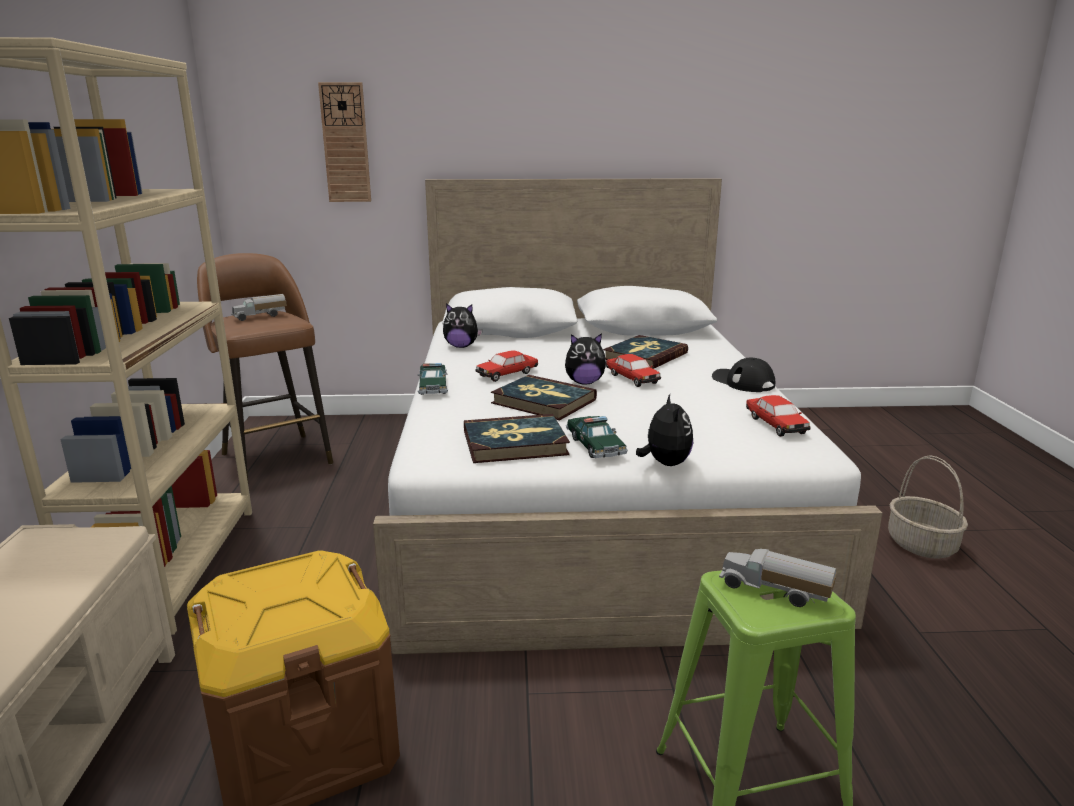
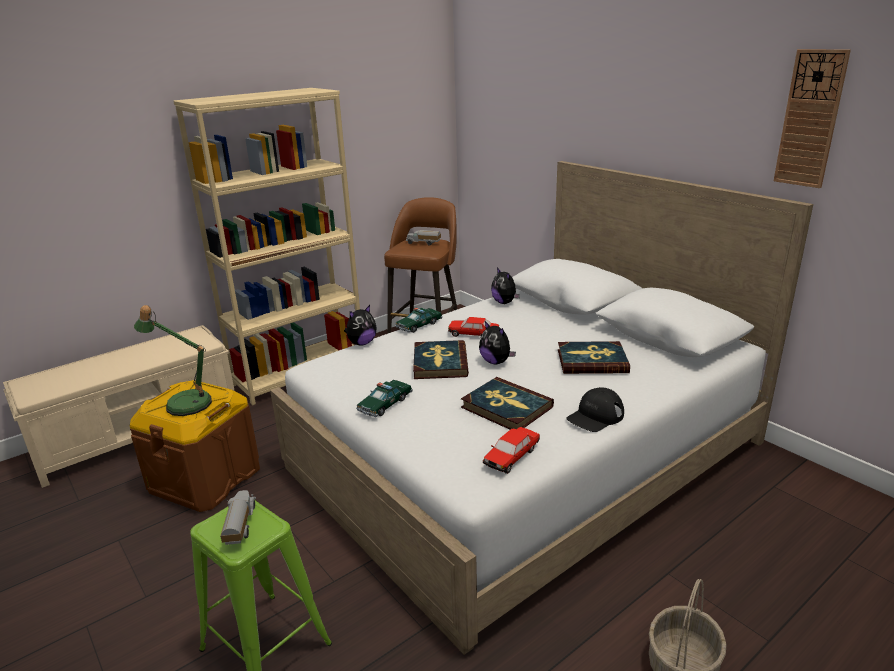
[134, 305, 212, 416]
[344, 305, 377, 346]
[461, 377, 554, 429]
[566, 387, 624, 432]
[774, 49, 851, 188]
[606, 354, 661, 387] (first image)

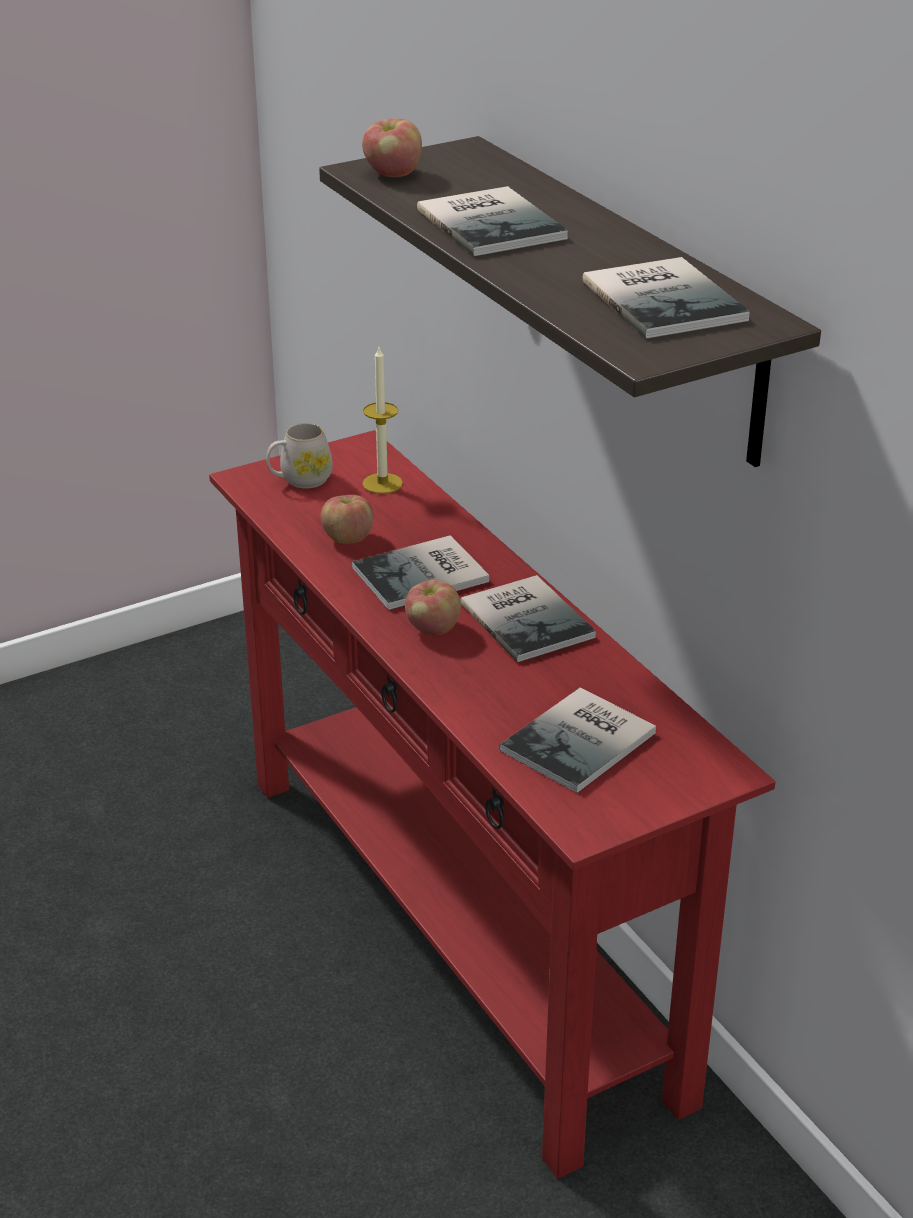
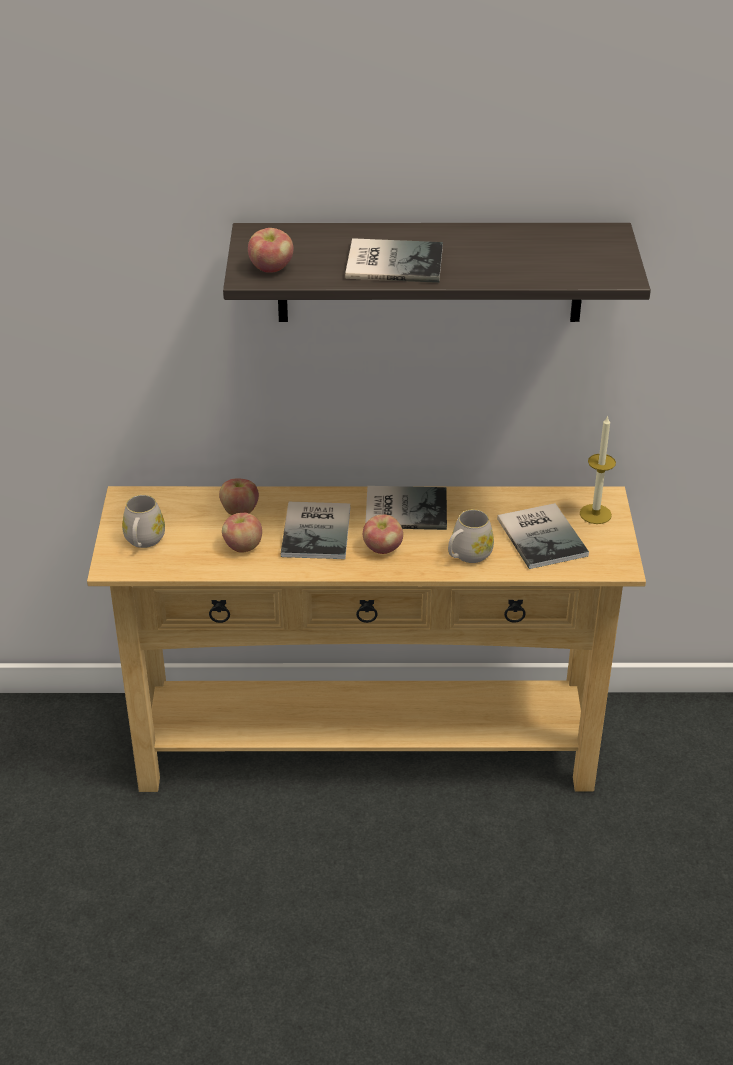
[87, 486, 646, 792]
[219, 478, 259, 515]
[448, 509, 494, 563]
[580, 415, 616, 524]
[582, 257, 750, 339] (first image)

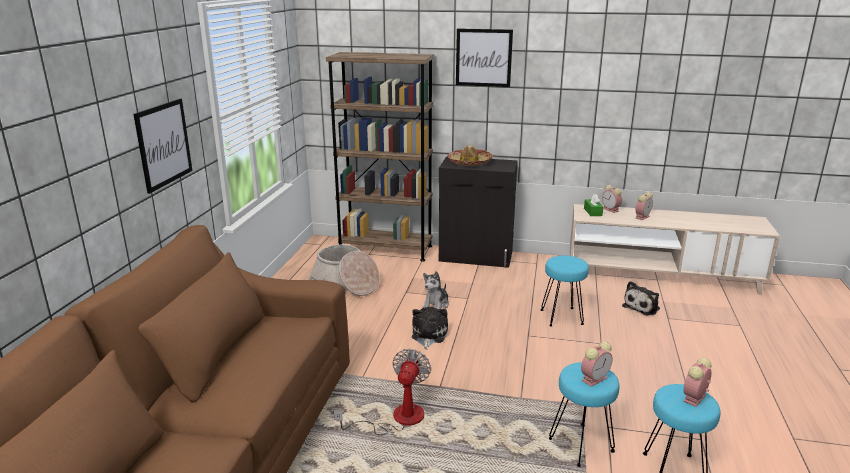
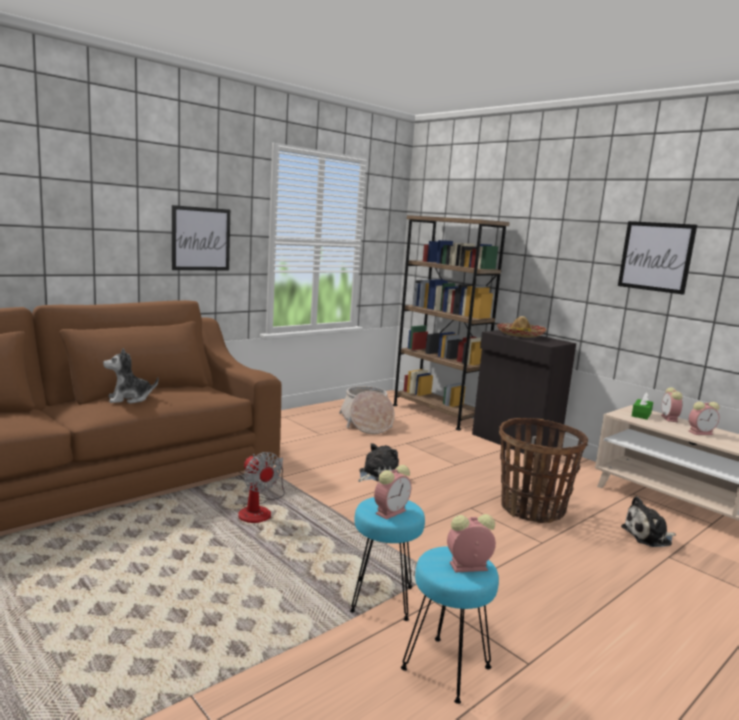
[103, 348, 159, 404]
[238, 452, 285, 523]
[374, 465, 411, 520]
[499, 418, 588, 523]
[618, 221, 697, 295]

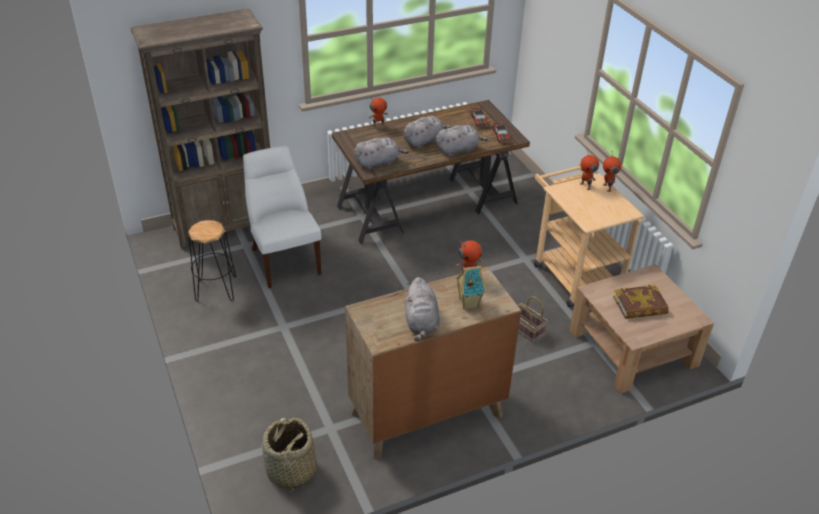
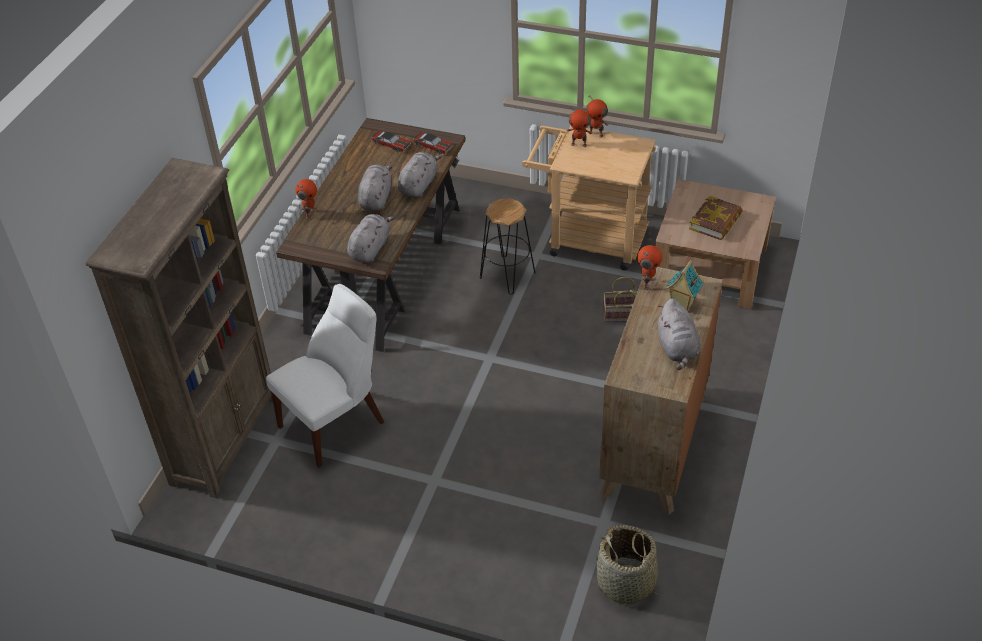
[266, 284, 384, 468]
[480, 199, 536, 295]
[658, 298, 700, 370]

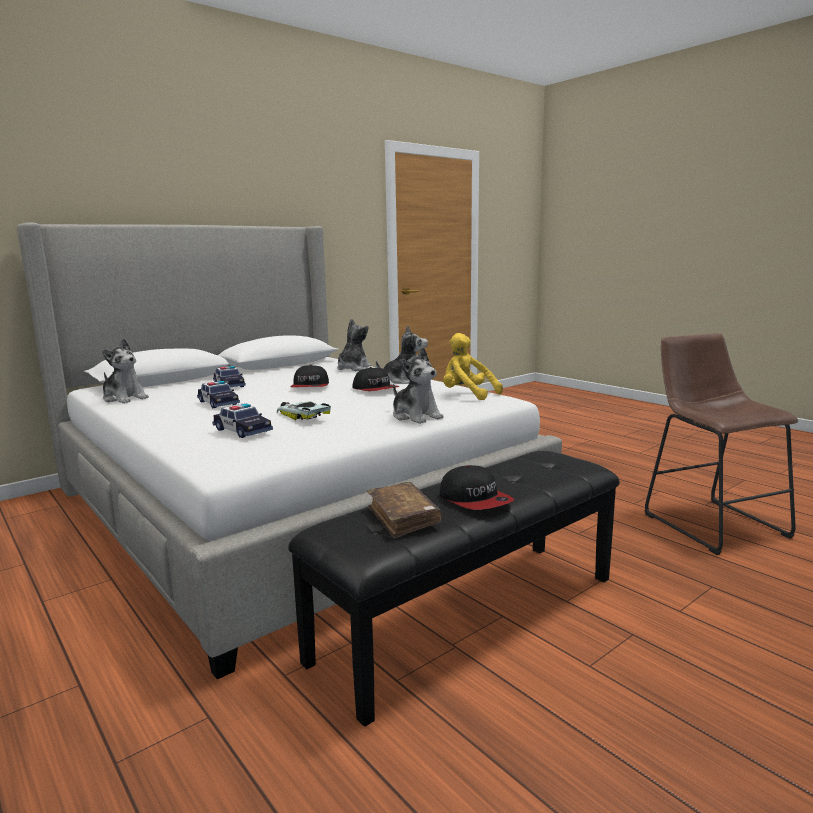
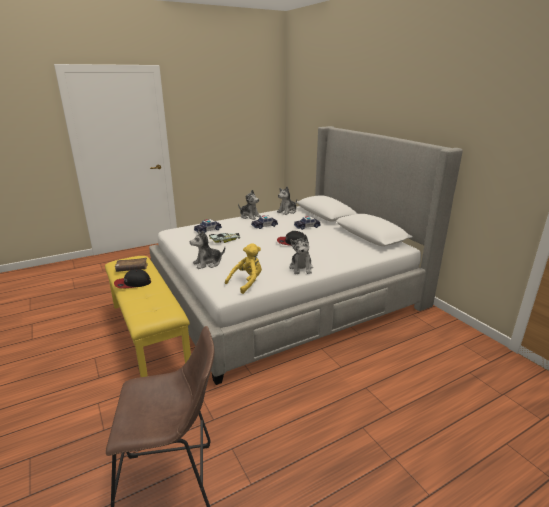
[105, 256, 191, 377]
[238, 190, 261, 220]
[352, 367, 400, 391] (first image)

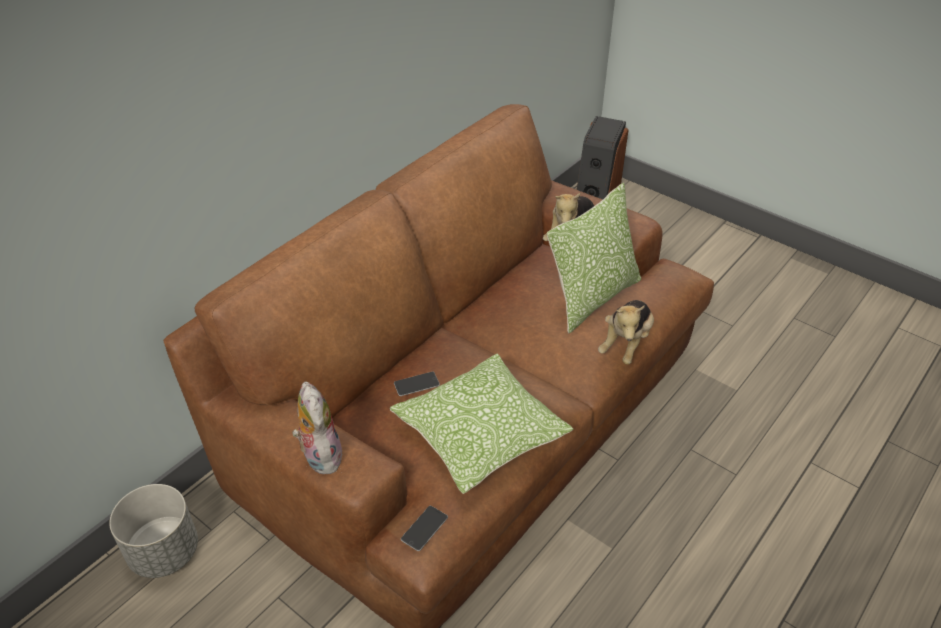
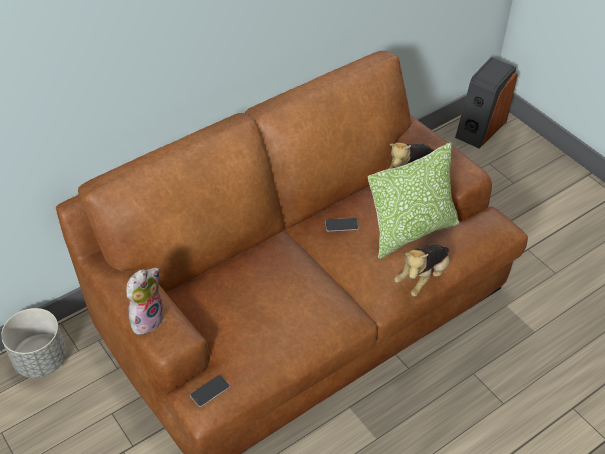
[126, 268, 165, 335]
[325, 218, 359, 231]
[390, 354, 573, 494] (first image)

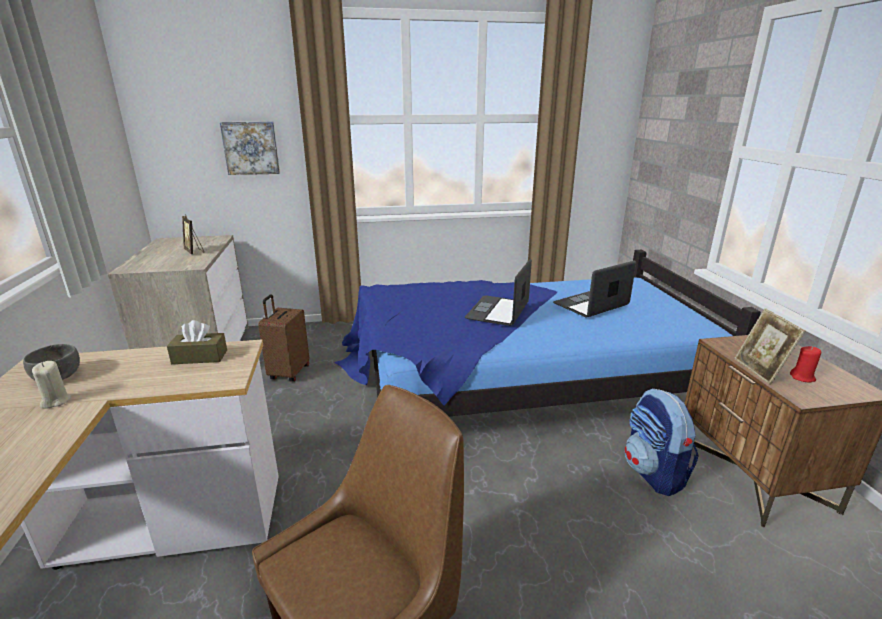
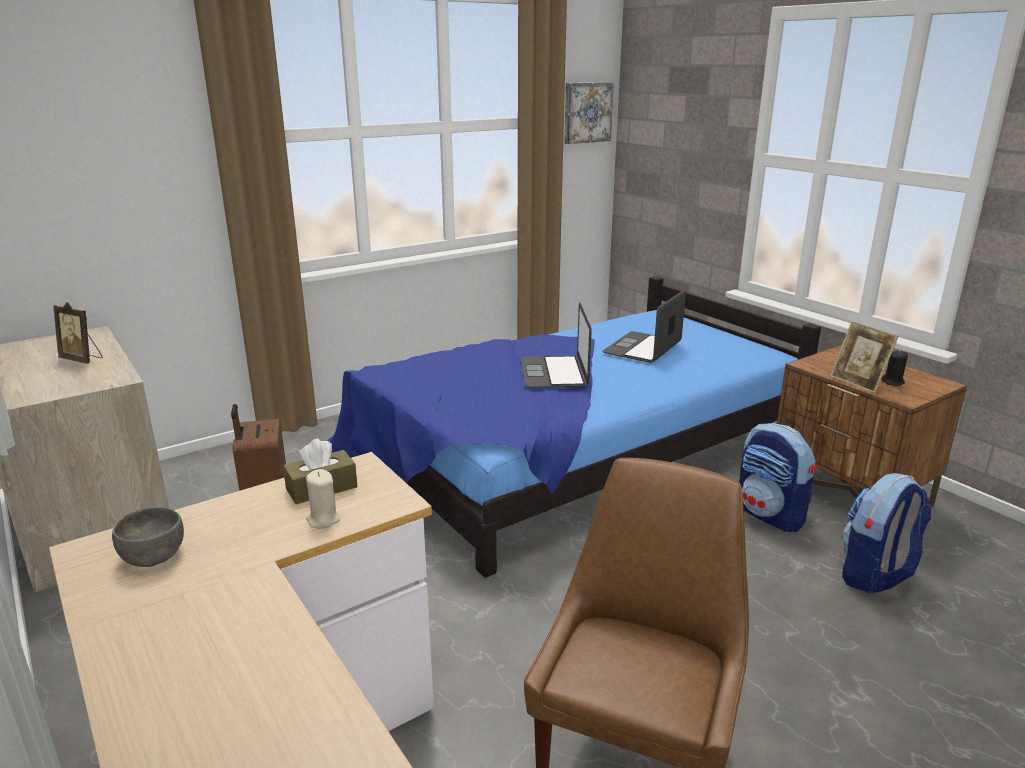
[306, 469, 340, 529]
[564, 82, 614, 144]
[841, 473, 932, 593]
[882, 351, 908, 386]

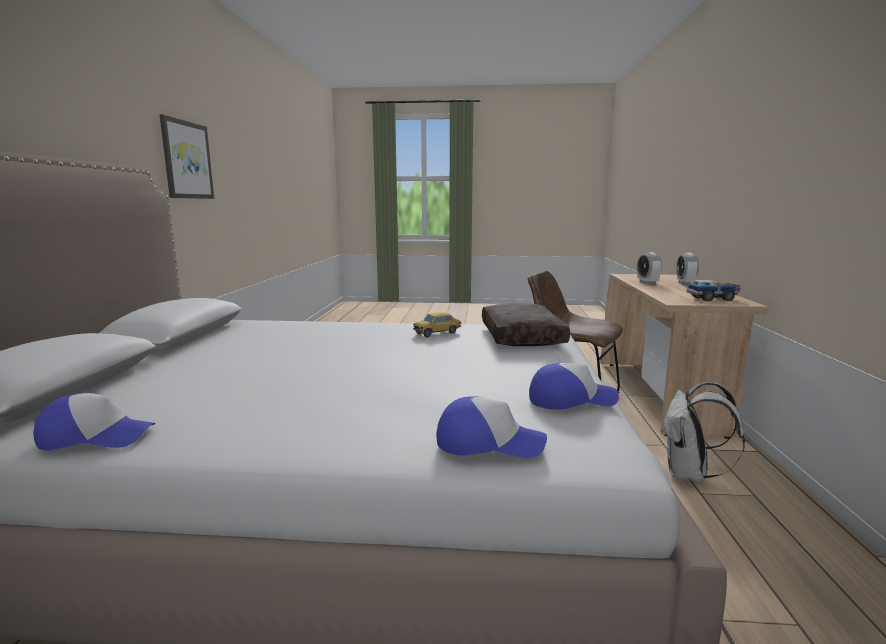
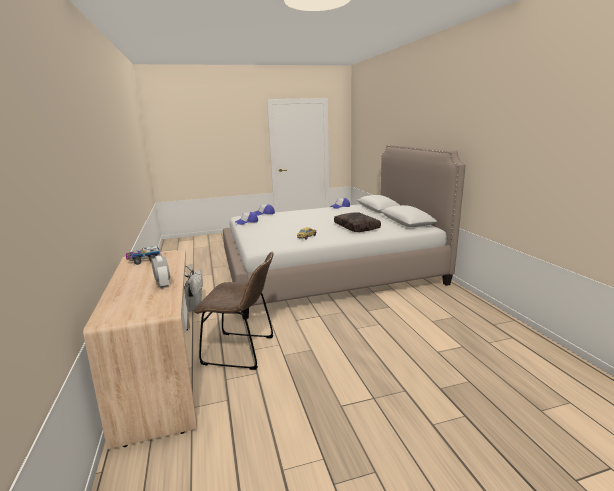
[334, 213, 381, 232]
[160, 114, 214, 199] (first image)
[676, 253, 699, 285] (first image)

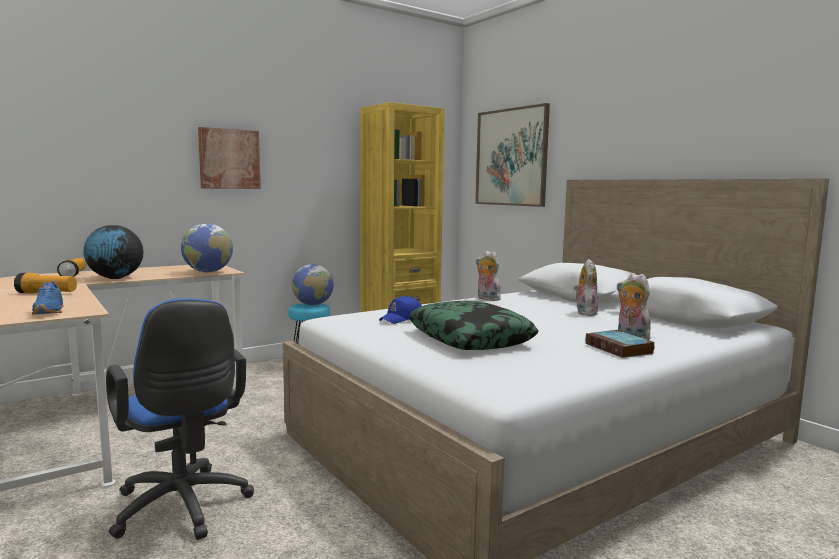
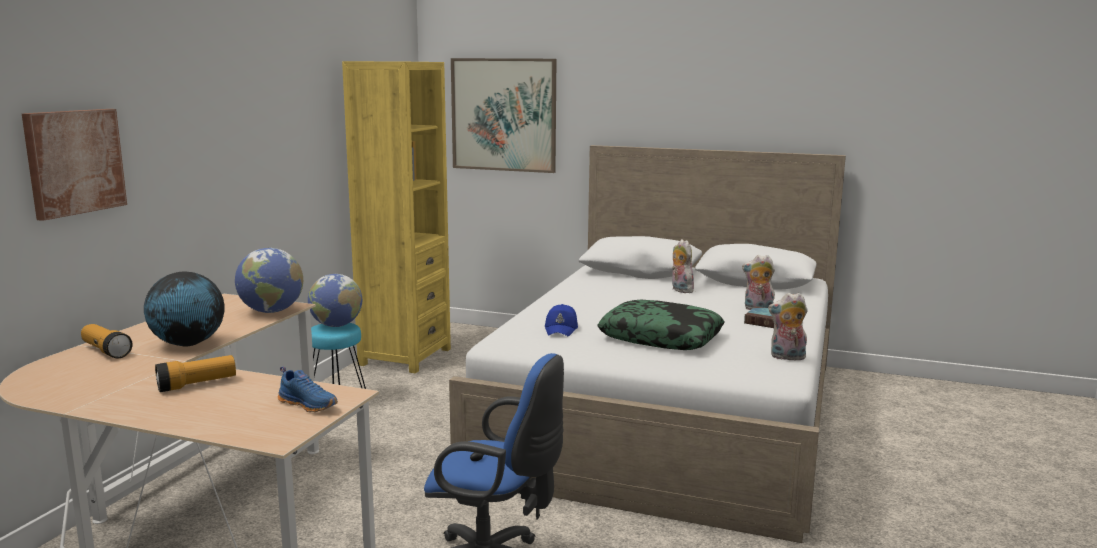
[22, 109, 127, 221]
[768, 293, 808, 360]

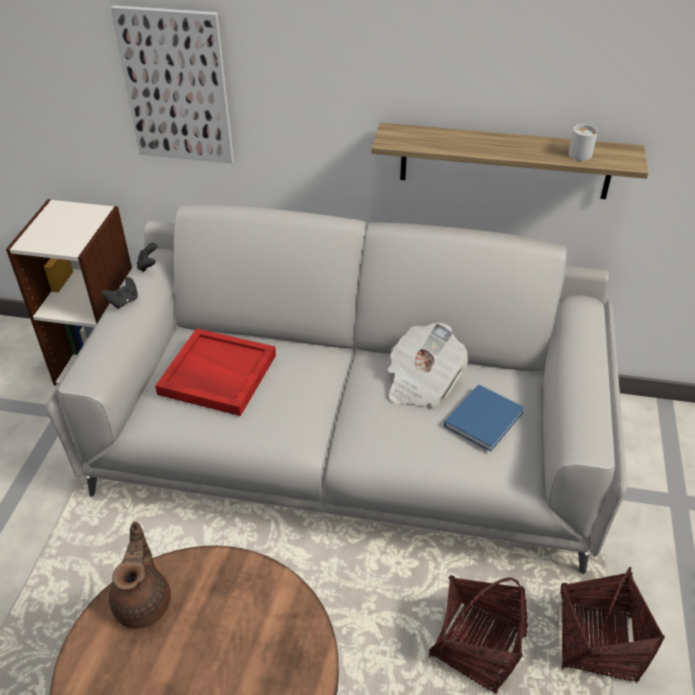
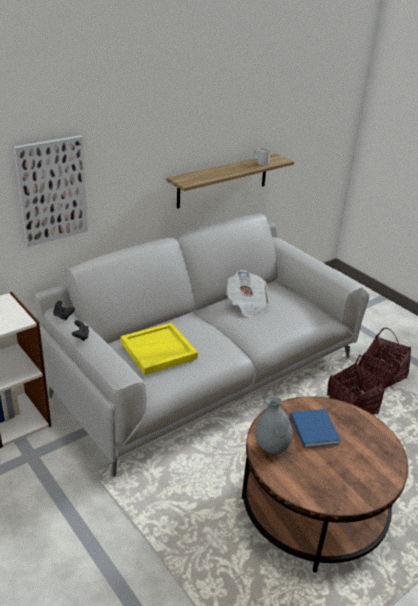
[121, 322, 198, 375]
[255, 397, 293, 454]
[291, 409, 341, 448]

